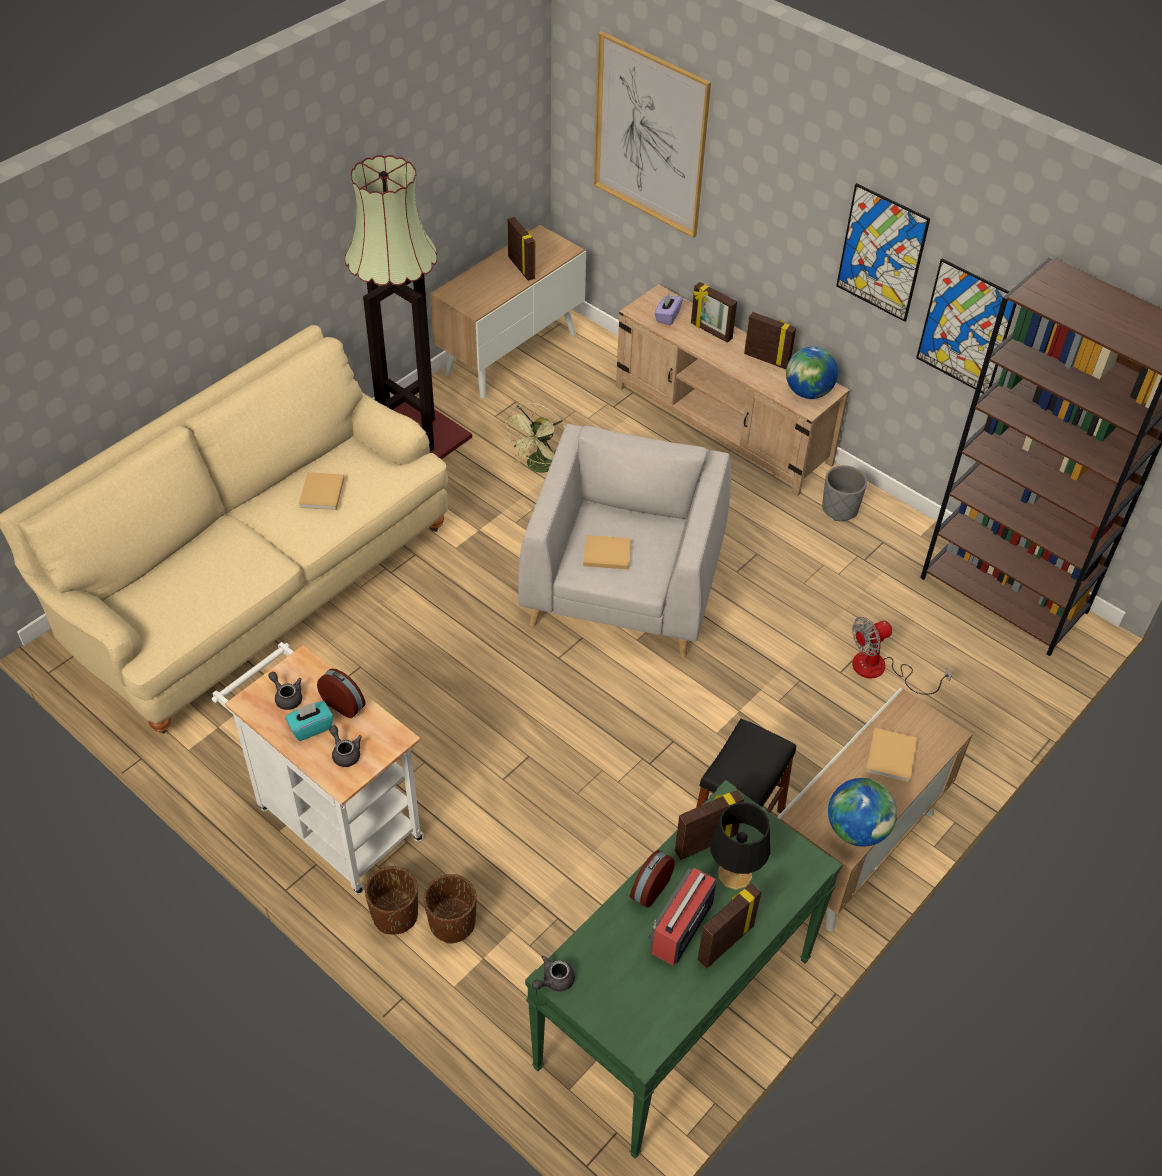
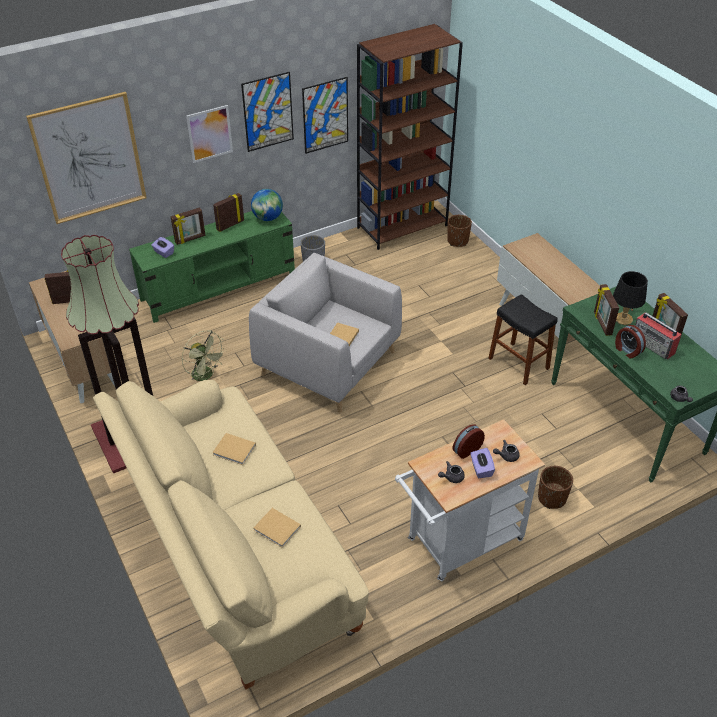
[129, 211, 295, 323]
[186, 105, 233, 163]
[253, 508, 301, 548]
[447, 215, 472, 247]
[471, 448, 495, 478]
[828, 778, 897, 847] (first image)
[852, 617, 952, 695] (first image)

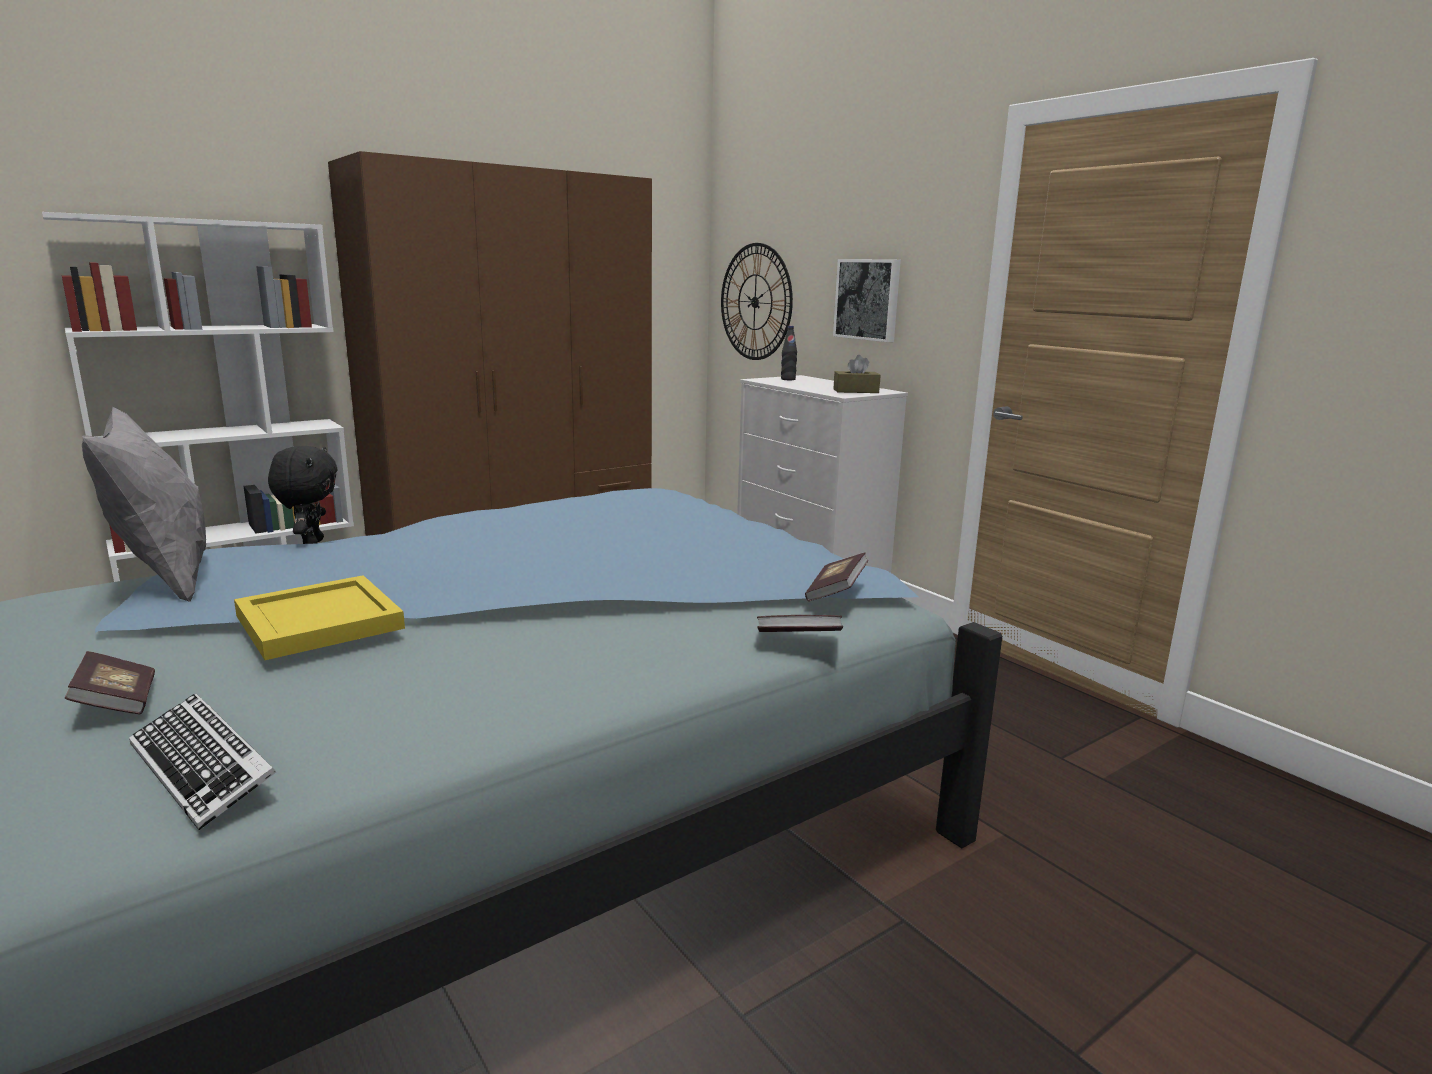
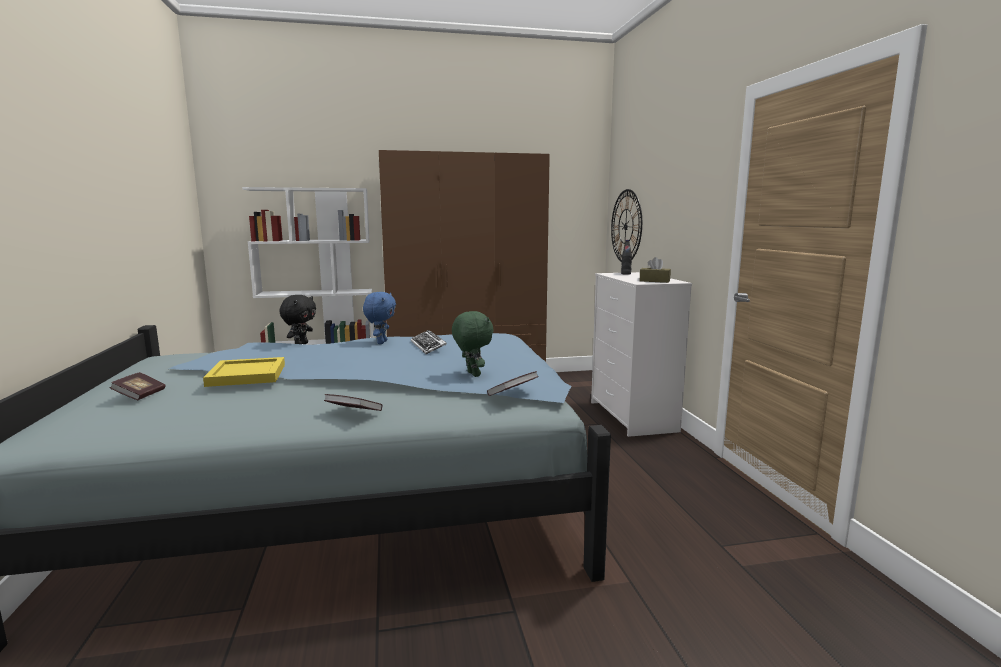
[324, 394, 383, 411]
[363, 292, 396, 344]
[411, 330, 447, 354]
[452, 311, 494, 377]
[82, 407, 206, 602] (first image)
[833, 259, 901, 342] (first image)

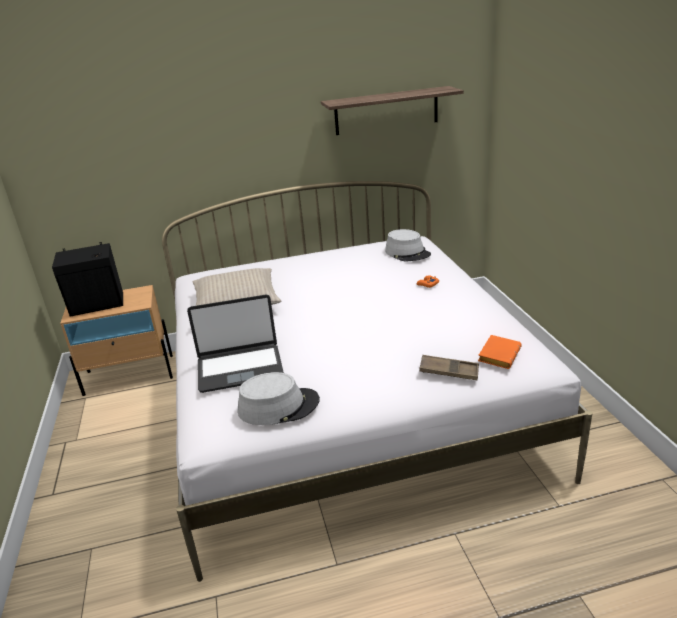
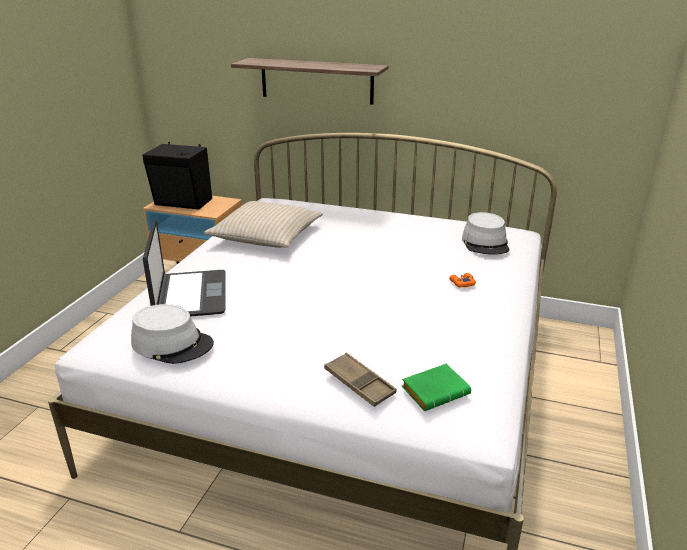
[143, 220, 226, 317]
[231, 58, 388, 105]
[402, 364, 471, 411]

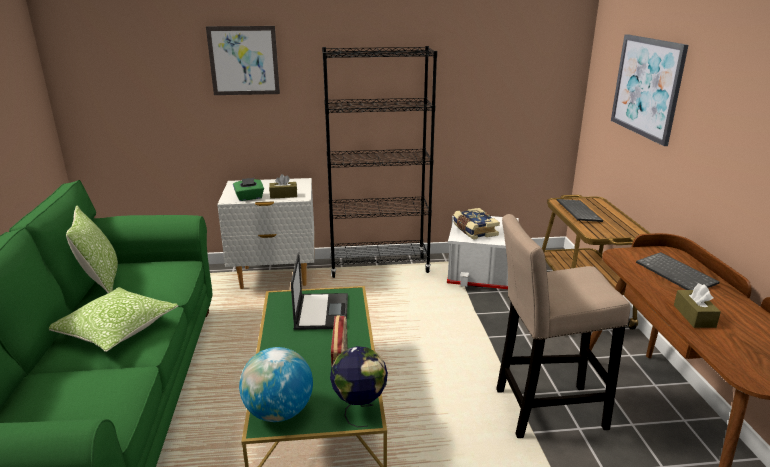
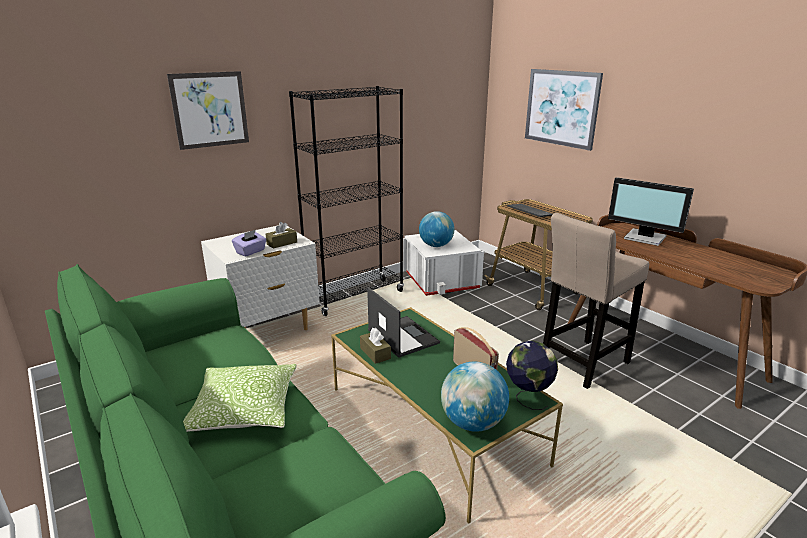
[232, 230, 266, 257]
[360, 328, 391, 364]
[419, 211, 454, 247]
[608, 177, 694, 246]
[66, 206, 118, 293] (first image)

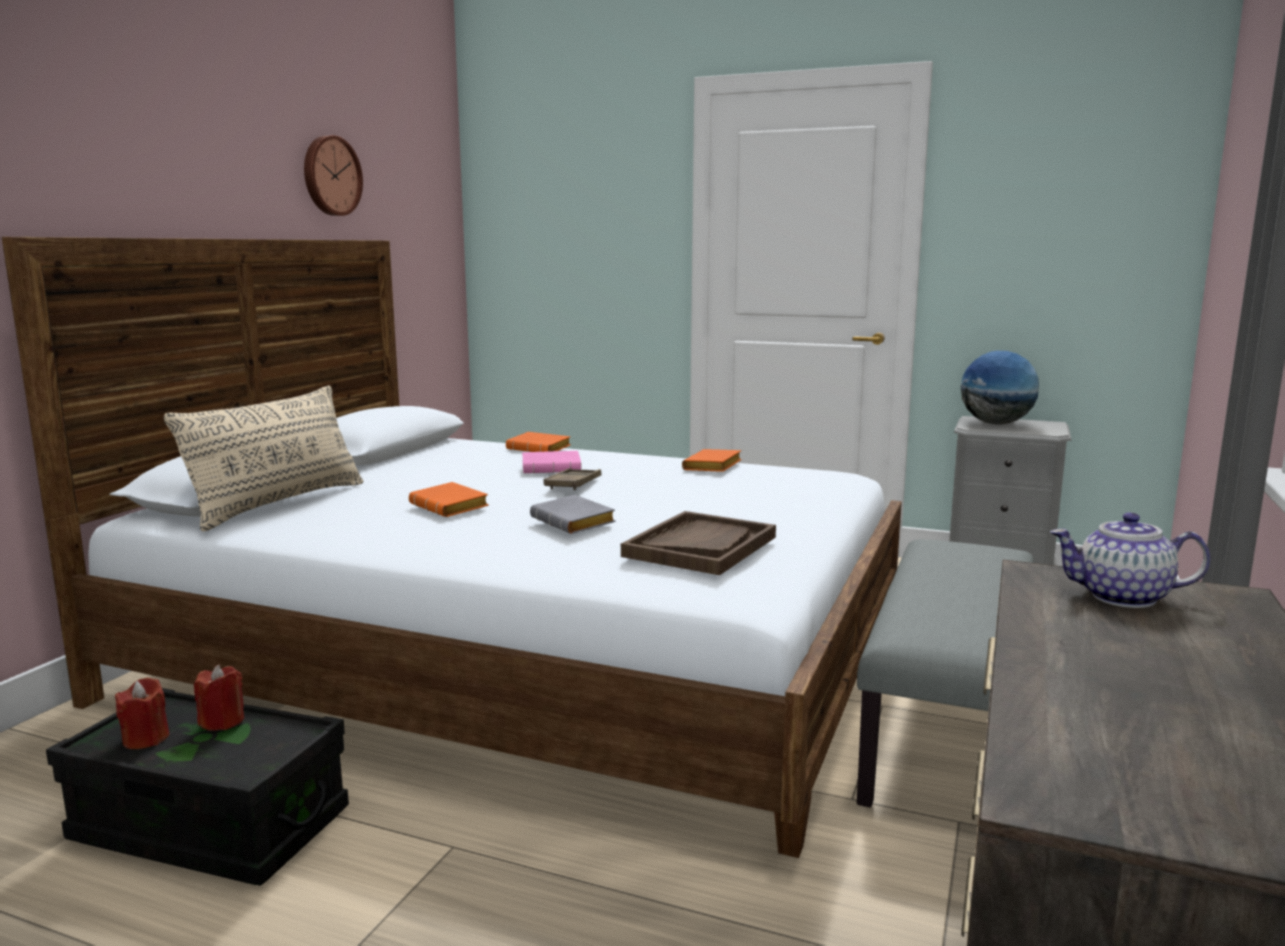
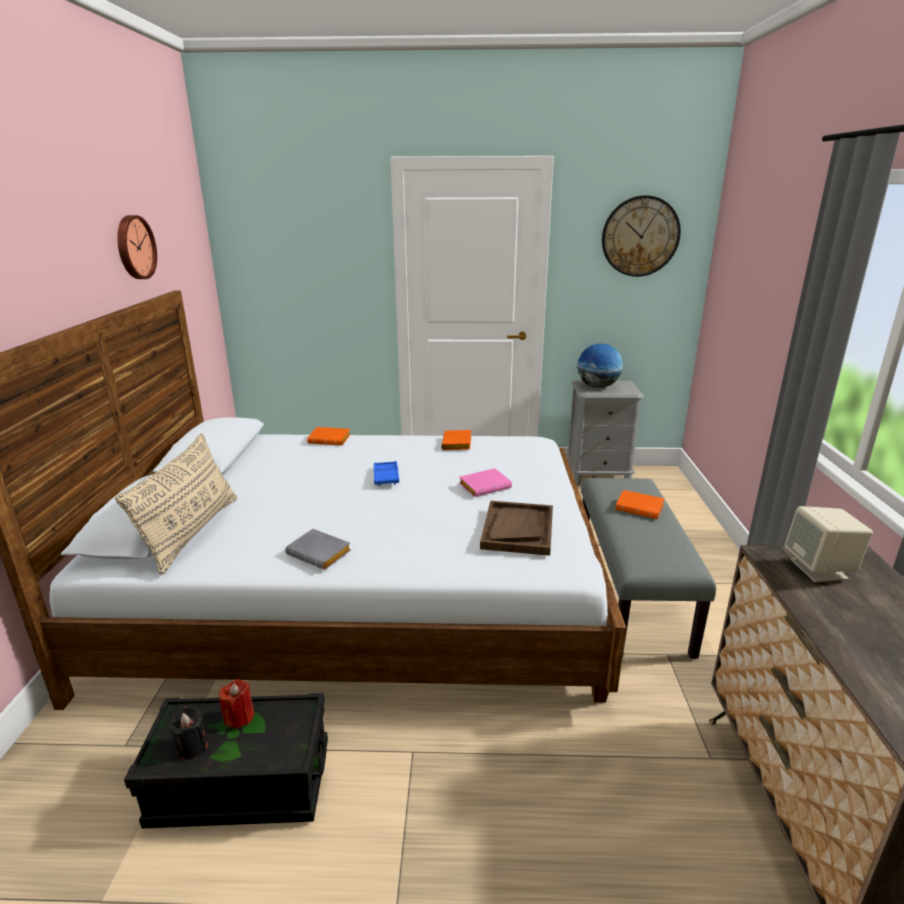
[169, 706, 208, 760]
[285, 529, 351, 570]
[374, 461, 399, 486]
[459, 468, 512, 497]
[602, 195, 681, 277]
[615, 490, 664, 519]
[785, 506, 873, 582]

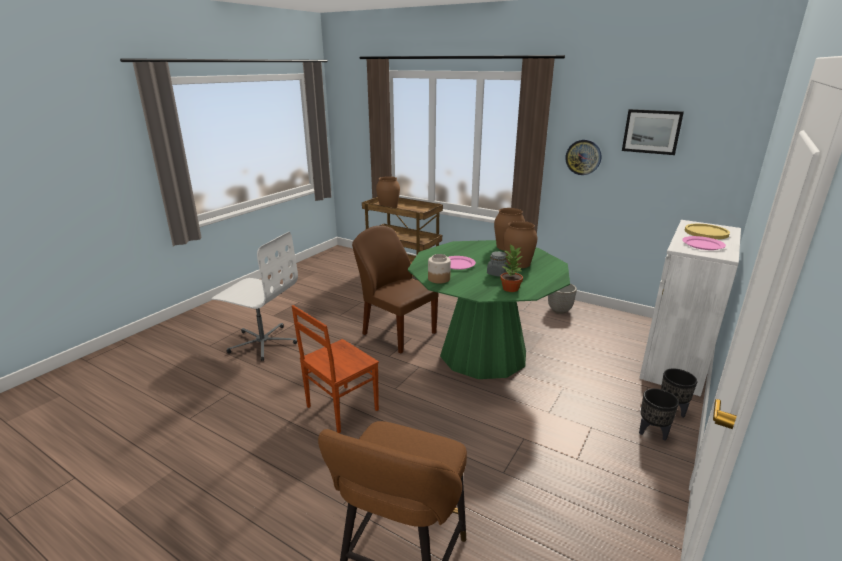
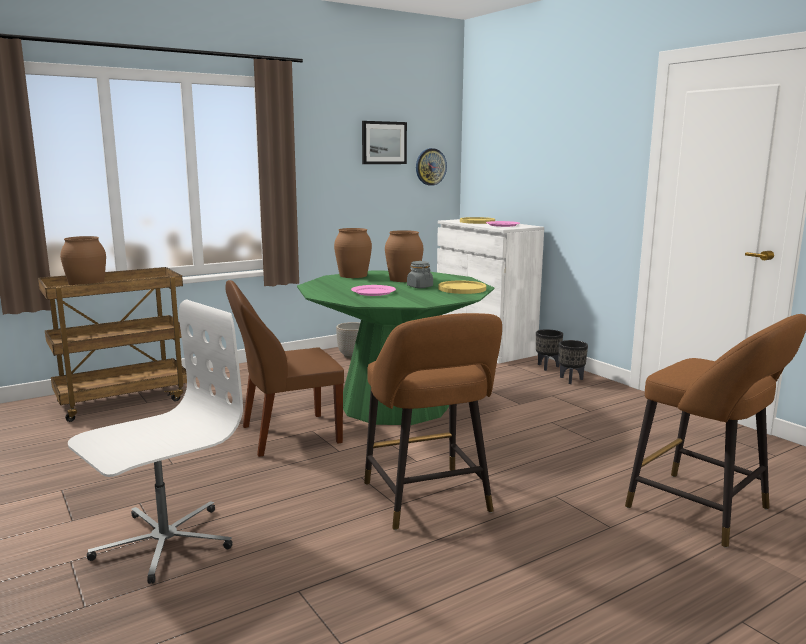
[364, 313, 502, 530]
[416, 148, 447, 186]
[439, 281, 486, 294]
[428, 254, 451, 284] (first image)

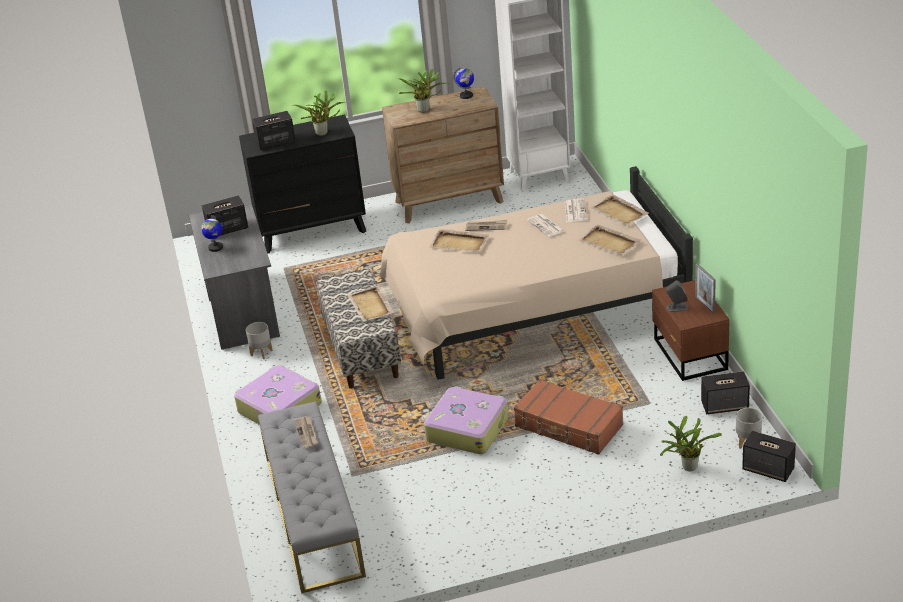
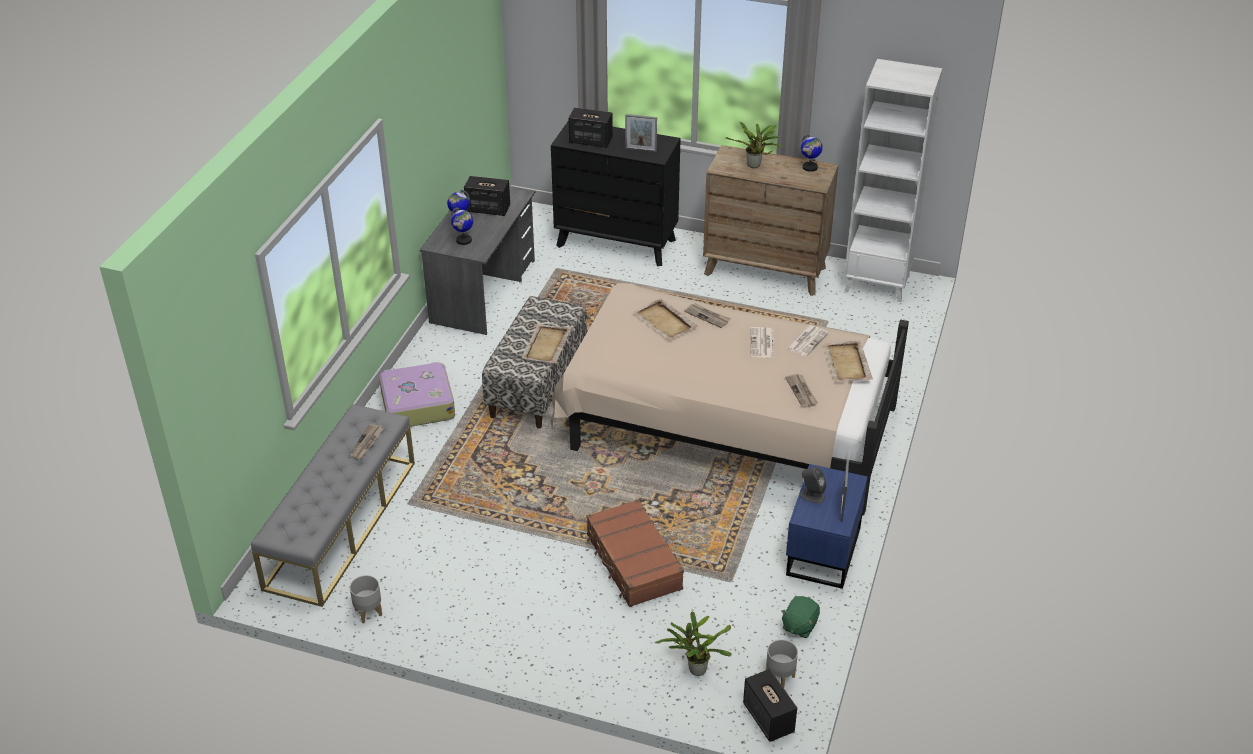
[350, 575, 382, 623]
[451, 207, 473, 245]
[625, 114, 657, 152]
[781, 596, 820, 638]
[785, 374, 818, 408]
[786, 464, 868, 589]
[424, 386, 509, 454] (first image)

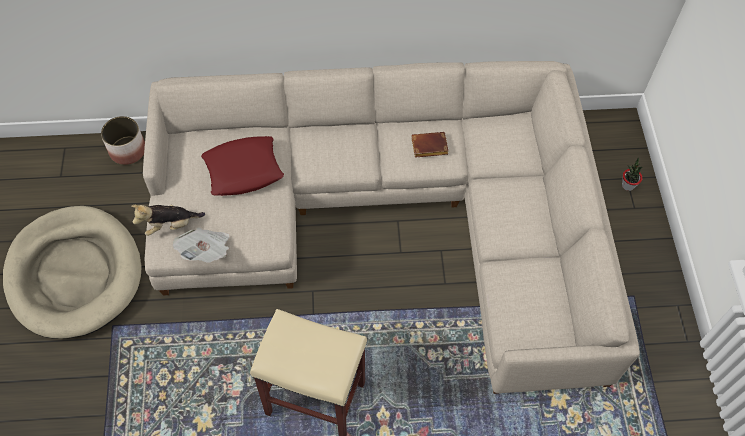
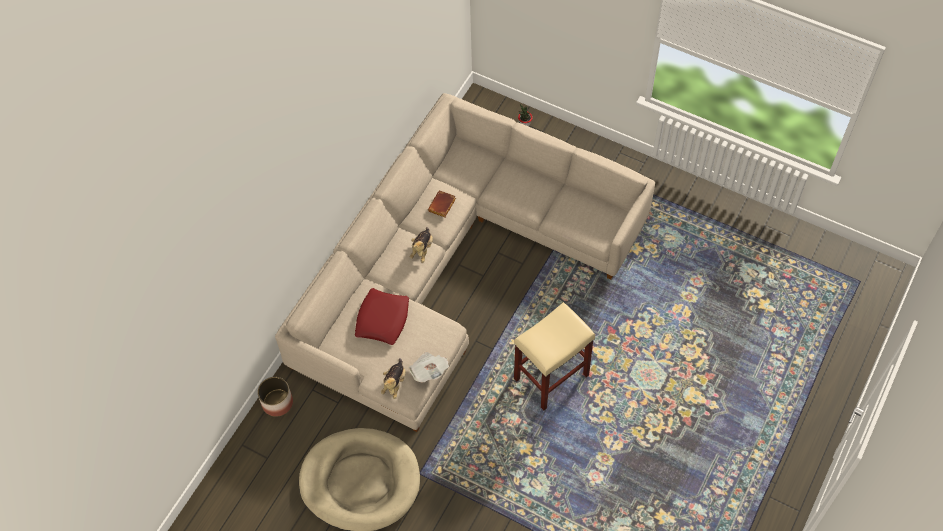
[410, 227, 433, 263]

